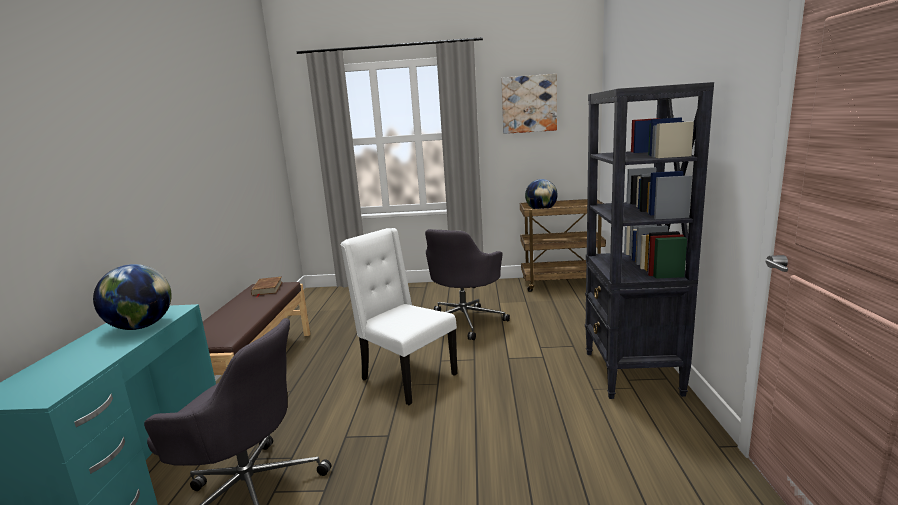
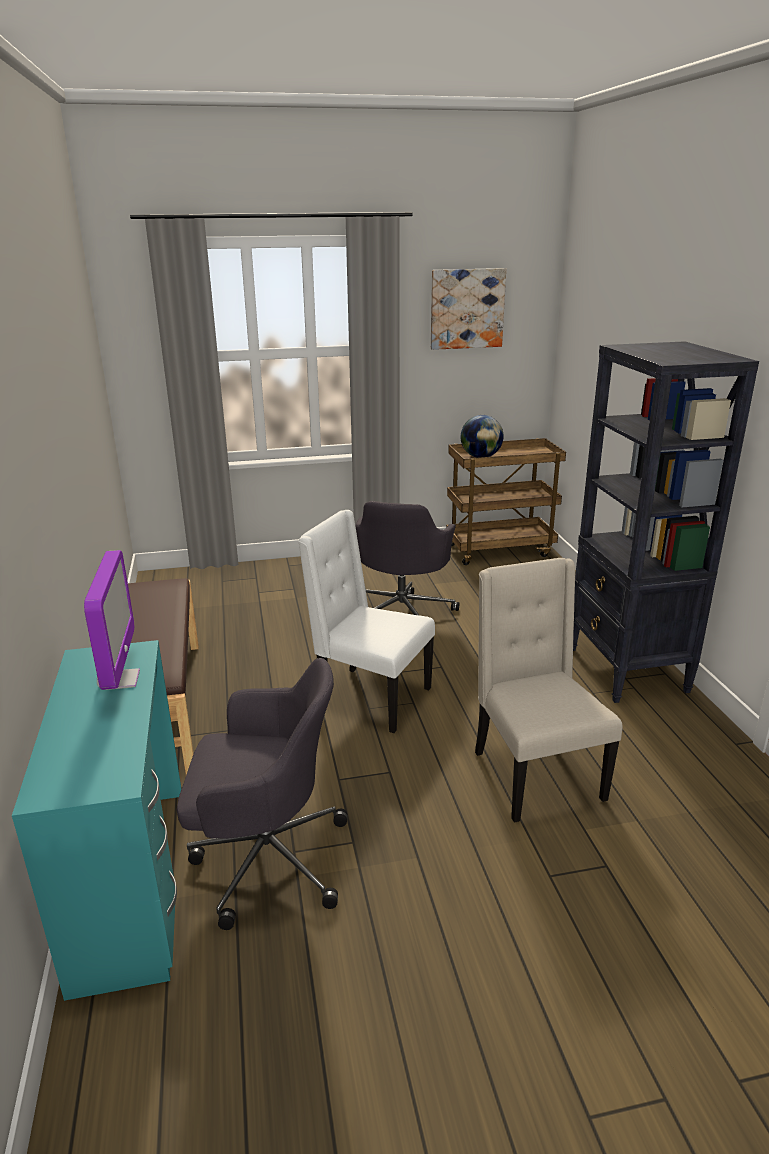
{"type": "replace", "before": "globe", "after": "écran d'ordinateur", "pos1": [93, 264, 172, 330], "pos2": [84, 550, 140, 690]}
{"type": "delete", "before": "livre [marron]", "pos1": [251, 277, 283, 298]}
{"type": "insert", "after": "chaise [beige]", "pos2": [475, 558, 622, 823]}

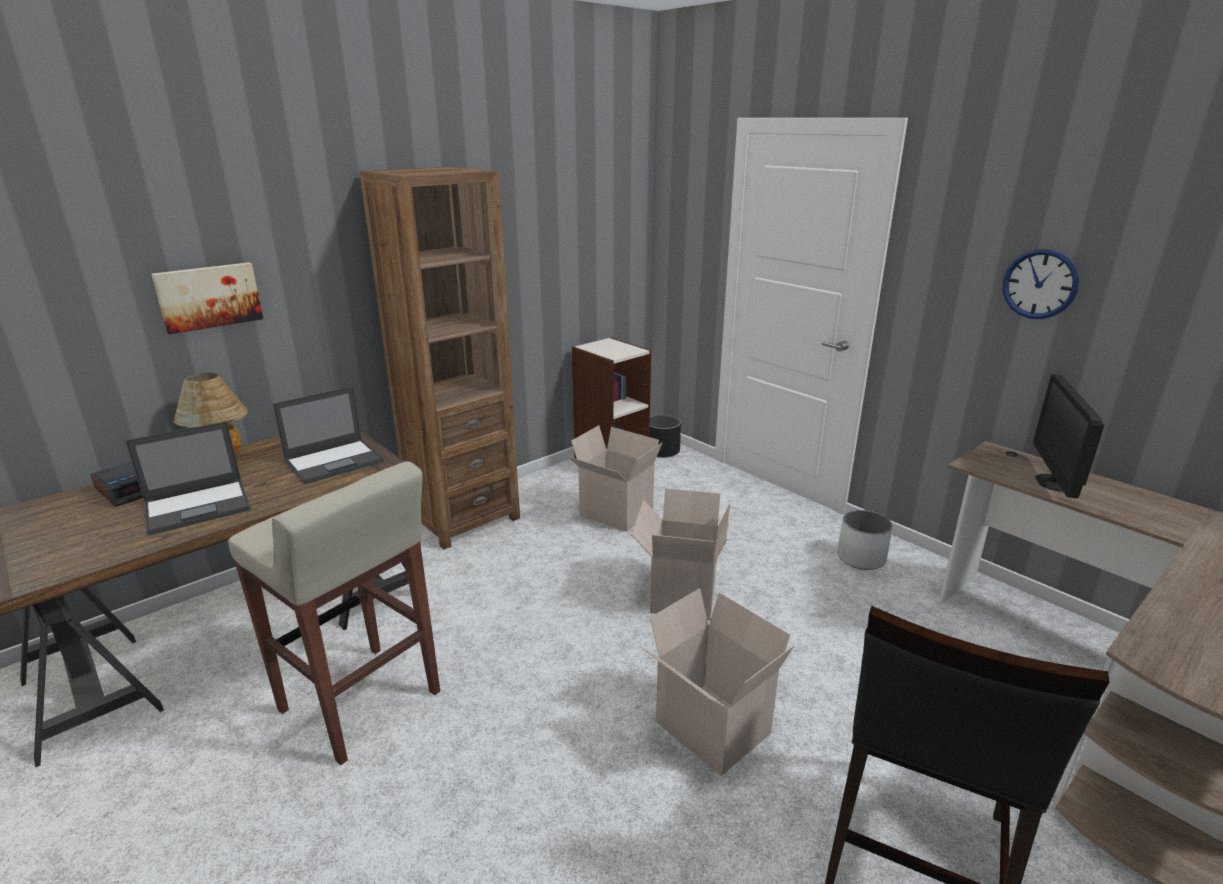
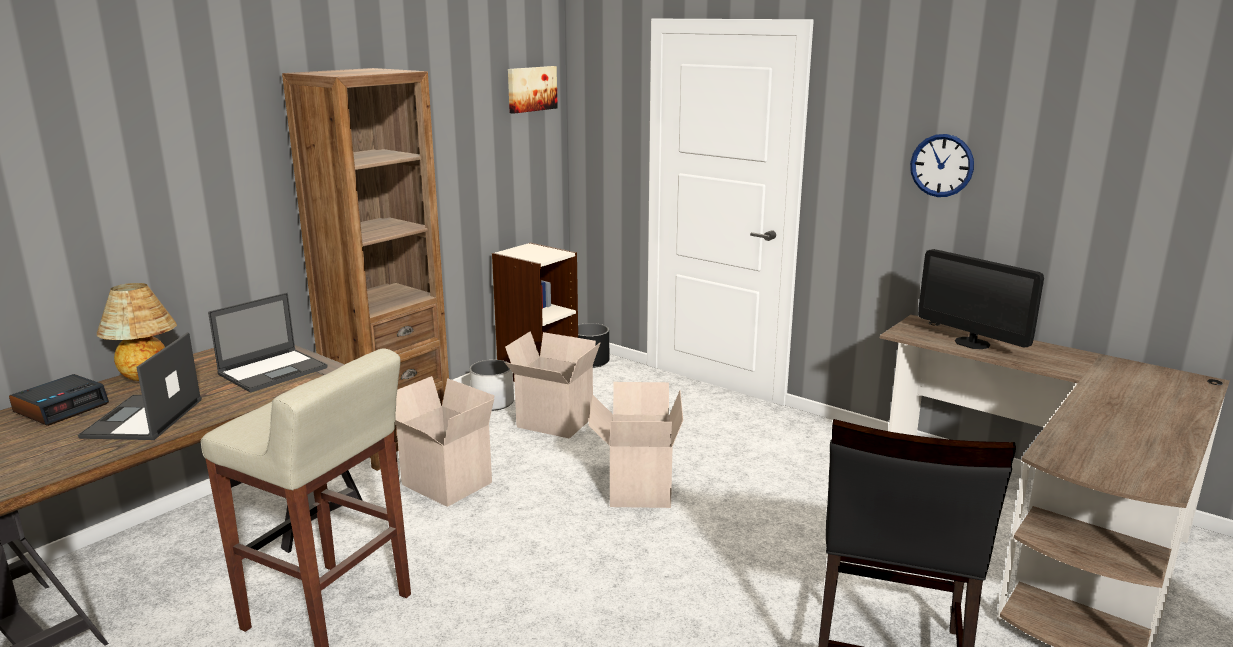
{"type": "move", "before": "tableau", "pos1": [152, 262, 263, 335], "pos2": [508, 66, 558, 114]}
{"type": "rotate", "before": "écran d'ordinateur", "pos1": [1033, 374, 1104, 498], "pos2": [918, 249, 1044, 349], "turn": -45}
{"type": "rotate", "before": "ordinateur portable", "pos1": [125, 421, 251, 535], "pos2": [78, 332, 202, 440], "turn": 135}
{"type": "move", "before": "cache-pot [blanc]", "pos1": [837, 510, 893, 570], "pos2": [470, 360, 514, 411]}
{"type": "move", "before": "carton", "pos1": [640, 588, 795, 776], "pos2": [395, 376, 495, 507]}

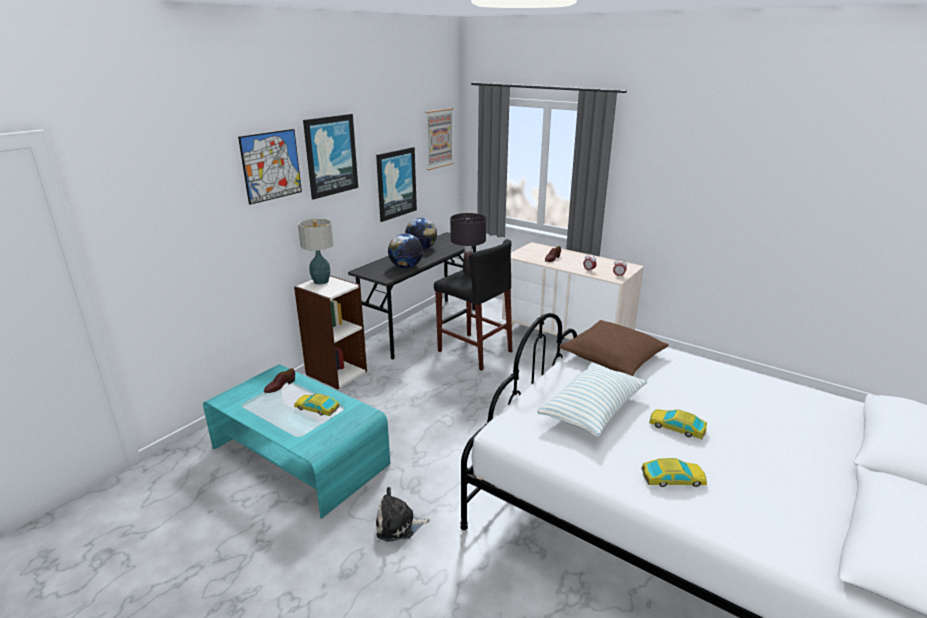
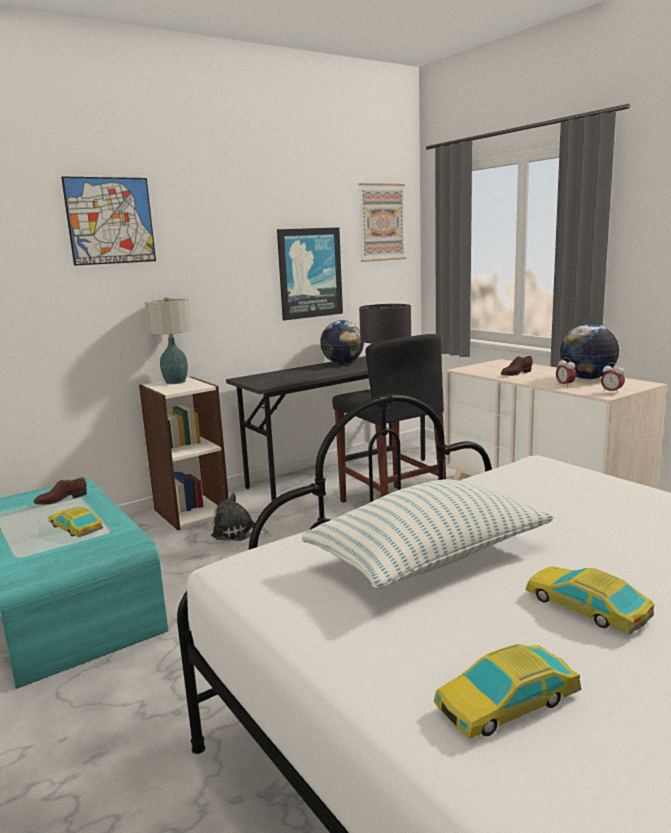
{"type": "delete", "before": "tableau", "pos1": [303, 114, 358, 200]}
{"type": "move", "before": "globe", "pos1": [388, 234, 423, 269], "pos2": [560, 324, 619, 379]}
{"type": "delete", "before": "coussin [marron]", "pos1": [559, 320, 669, 376]}
{"type": "rotate", "before": "petite voiture", "pos1": [641, 458, 707, 487], "pos2": [434, 644, 581, 739], "turn": 135}
{"type": "move", "before": "peluche", "pos1": [376, 487, 430, 542], "pos2": [211, 493, 269, 541]}

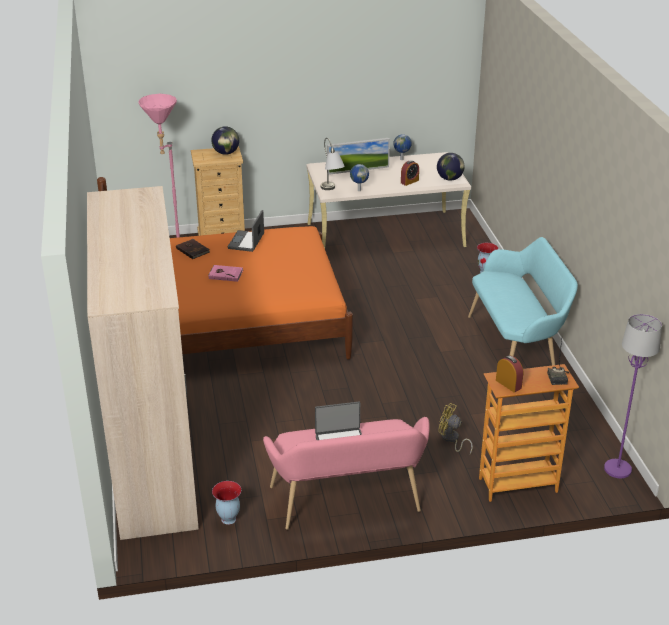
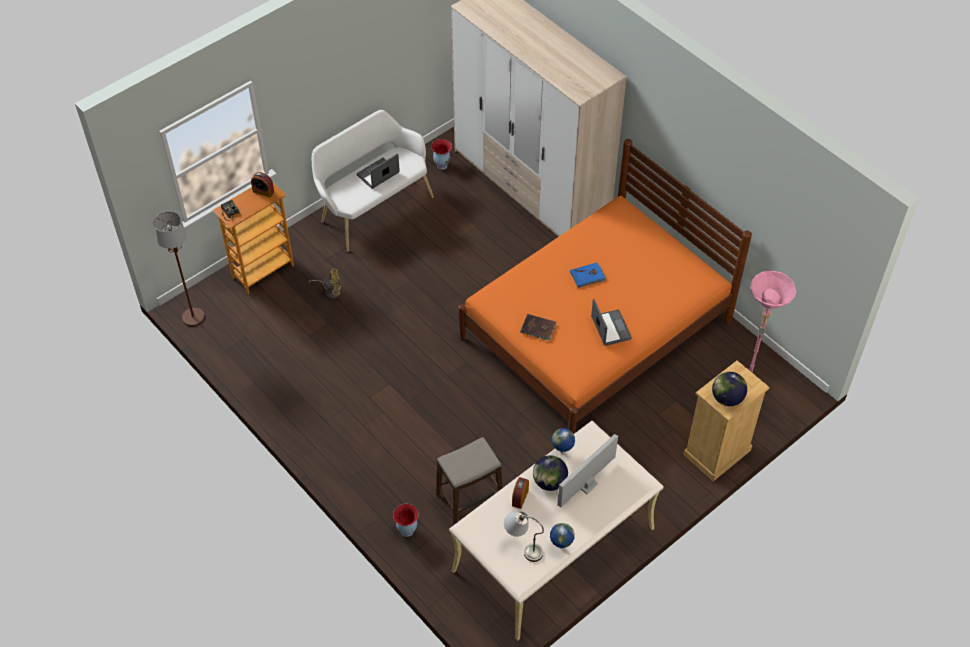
{"type": "move", "before": "lampe de table [gris]", "pos1": [320, 138, 345, 190], "pos2": [504, 512, 544, 562]}
{"type": "move", "before": "globe", "pos1": [437, 153, 465, 181], "pos2": [533, 455, 568, 491]}
{"type": "delete", "before": "banc [turquoise]", "pos1": [468, 237, 578, 365]}
{"type": "move", "before": "livre [marron]", "pos1": [176, 239, 210, 259], "pos2": [520, 314, 556, 341]}
{"type": "recolor", "before": "livre [rose]", "after": "livre [bleu]", "pos1": [208, 265, 243, 282], "pos2": [570, 262, 606, 288]}
{"type": "recolor", "before": "lampadaire [violet]", "after": "lampadaire [marron]", "pos1": [604, 314, 662, 478], "pos2": [153, 212, 205, 326]}
{"type": "recolor", "before": "banc [rose]", "after": "banc [blanc]", "pos1": [263, 417, 430, 530], "pos2": [312, 110, 434, 252]}
{"type": "insert", "after": "tabouret", "pos2": [436, 437, 502, 524]}

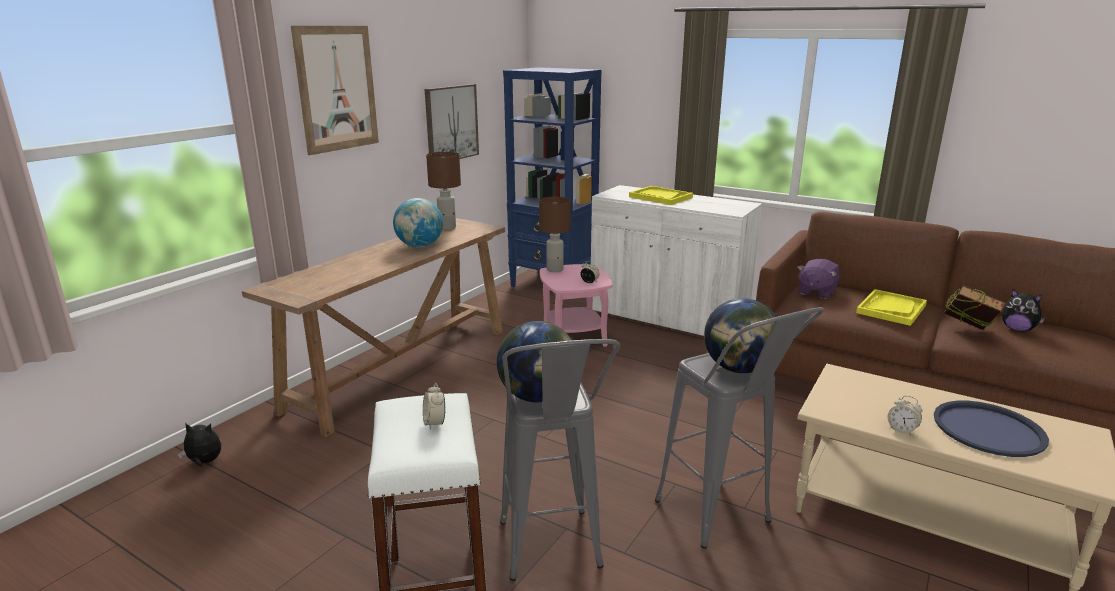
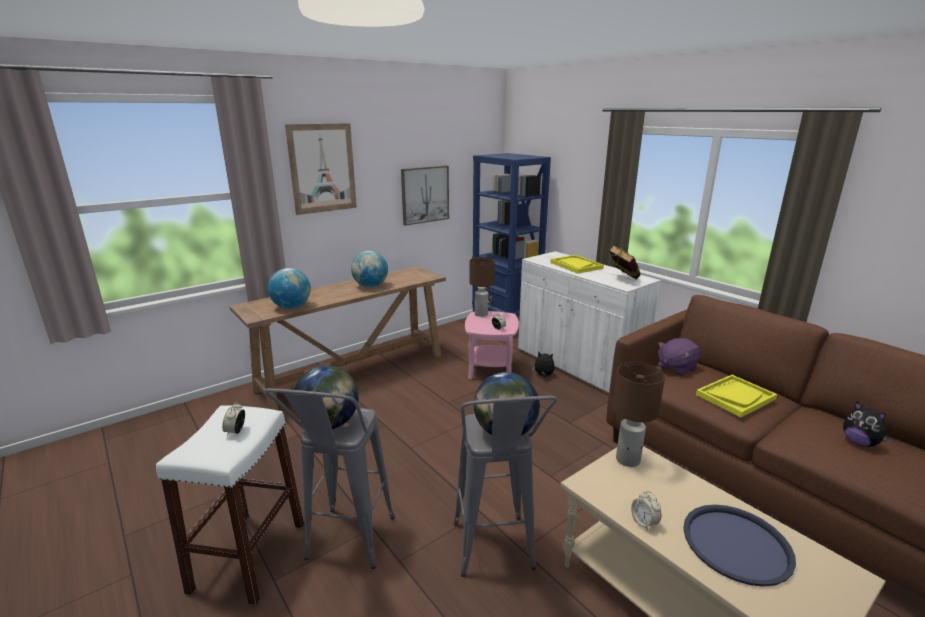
{"type": "move", "before": "lampe de table [marron]", "pos1": [426, 152, 461, 230], "pos2": [612, 362, 665, 467]}
{"type": "move", "before": "livre", "pos1": [944, 285, 1006, 330], "pos2": [609, 245, 641, 279]}
{"type": "move", "before": "peluche", "pos1": [178, 424, 221, 467], "pos2": [532, 351, 555, 377]}
{"type": "insert", "after": "globe", "pos2": [268, 268, 311, 309]}

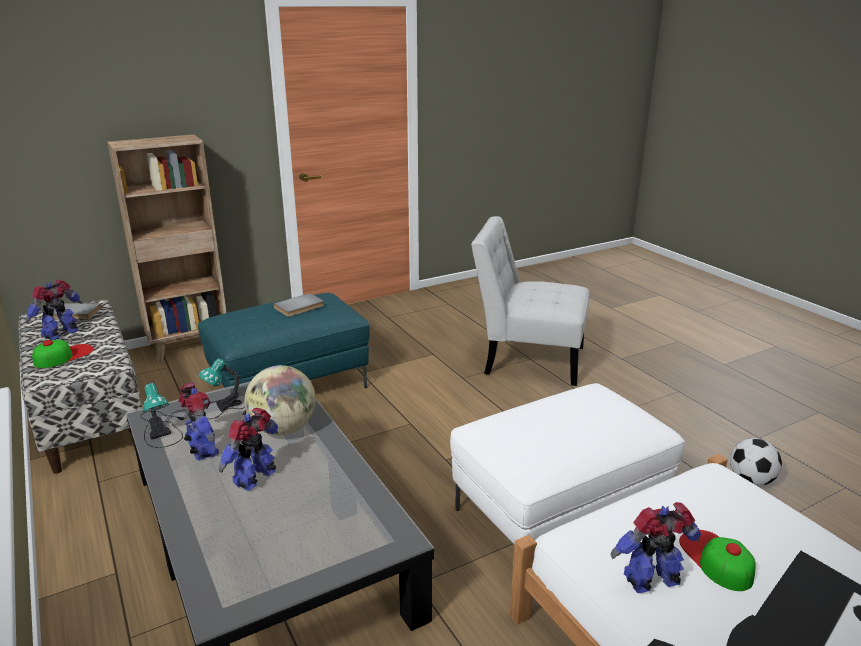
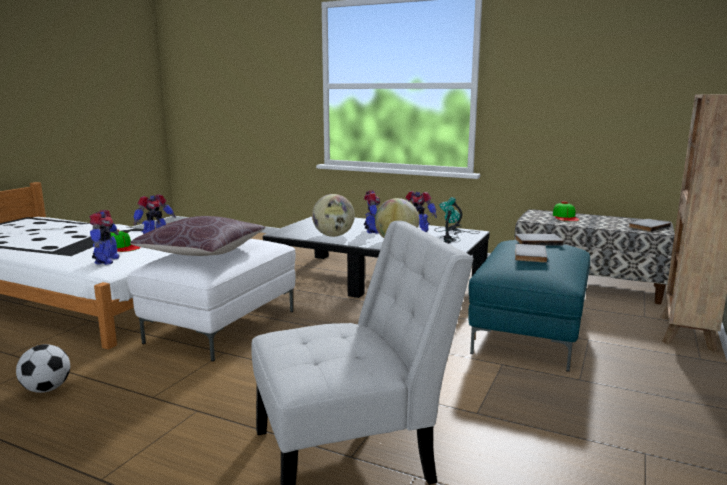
{"type": "move", "before": "robot jouet", "pos1": [26, 280, 82, 340], "pos2": [90, 210, 120, 265]}
{"type": "insert", "after": "globe", "pos2": [312, 194, 355, 237]}
{"type": "insert", "after": "coussin [marron]", "pos2": [130, 216, 266, 256]}
{"type": "insert", "after": "livre [gris]", "pos2": [515, 234, 564, 245]}

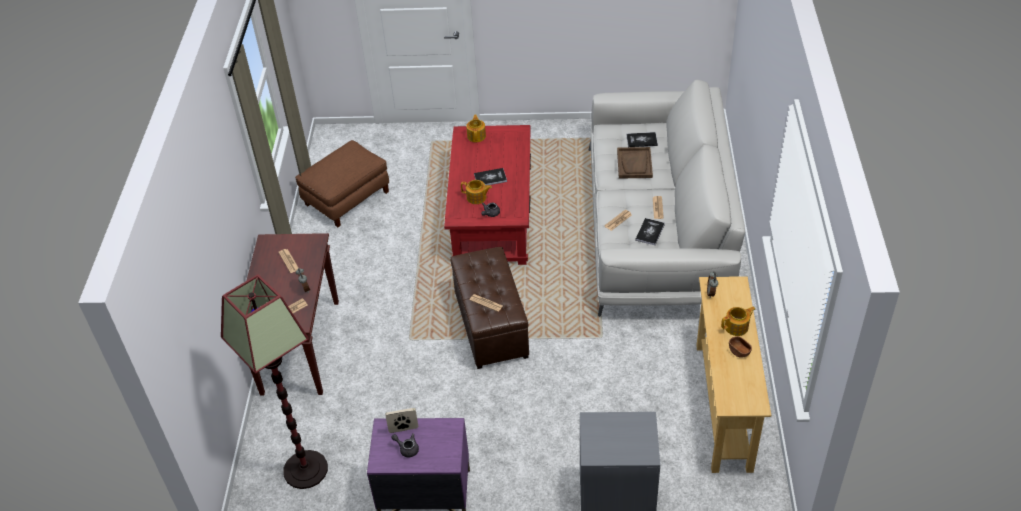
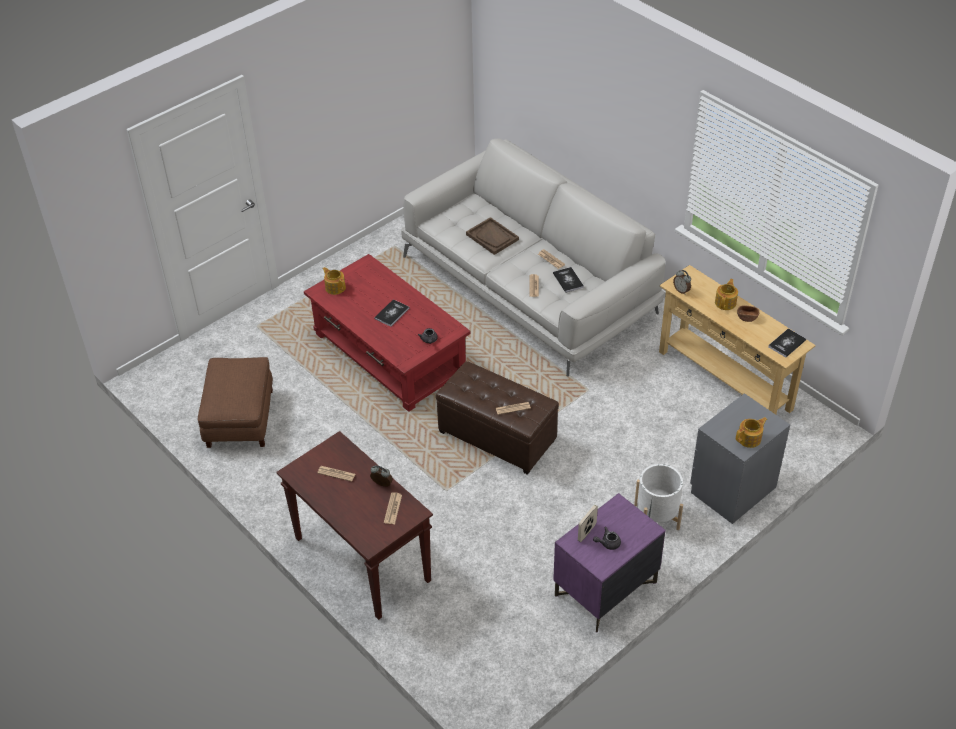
{"type": "move", "before": "livre", "pos1": [626, 132, 658, 147], "pos2": [768, 328, 806, 358]}
{"type": "move", "before": "théière", "pos1": [461, 180, 492, 204], "pos2": [736, 417, 767, 448]}
{"type": "delete", "before": "lampadaire", "pos1": [221, 274, 328, 489]}
{"type": "insert", "after": "cache-pot [blanc]", "pos2": [634, 464, 683, 530]}

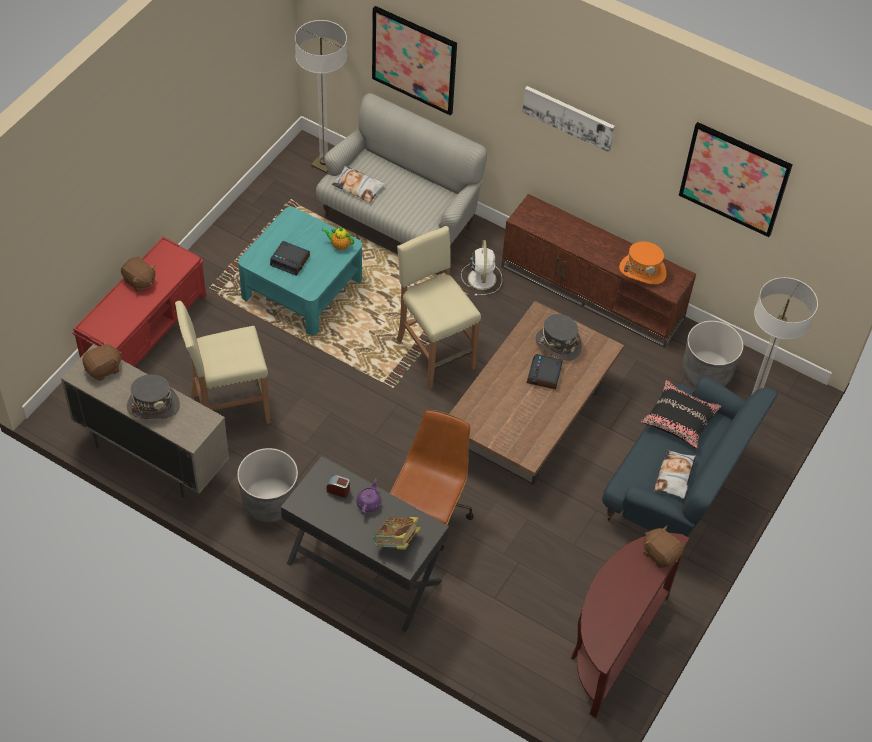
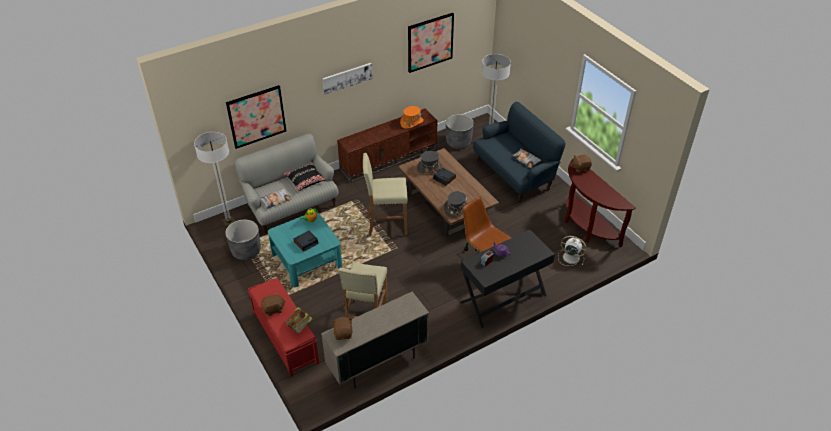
{"type": "move", "before": "ventilateur [blanc]", "pos1": [461, 240, 502, 296], "pos2": [558, 236, 587, 266]}
{"type": "move", "before": "chapeau [gris]", "pos1": [127, 374, 180, 419], "pos2": [444, 191, 467, 218]}
{"type": "move", "before": "coussin [noir]", "pos1": [641, 380, 721, 449], "pos2": [284, 162, 327, 191]}
{"type": "move", "before": "cache-pot [gris]", "pos1": [237, 448, 298, 522], "pos2": [225, 220, 261, 260]}
{"type": "move", "before": "livre", "pos1": [373, 517, 421, 550], "pos2": [286, 307, 313, 333]}

